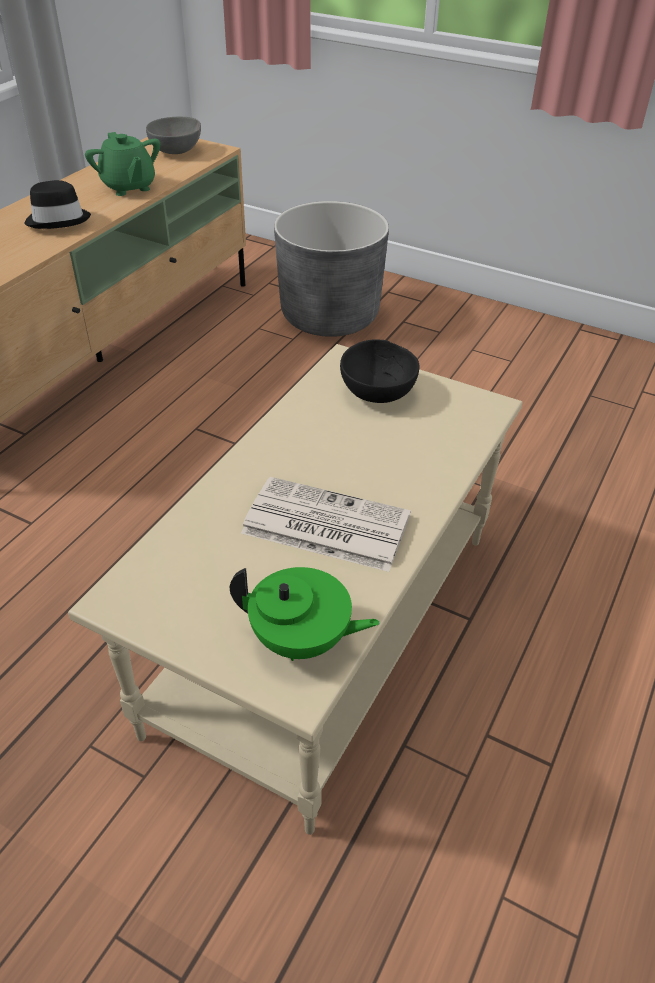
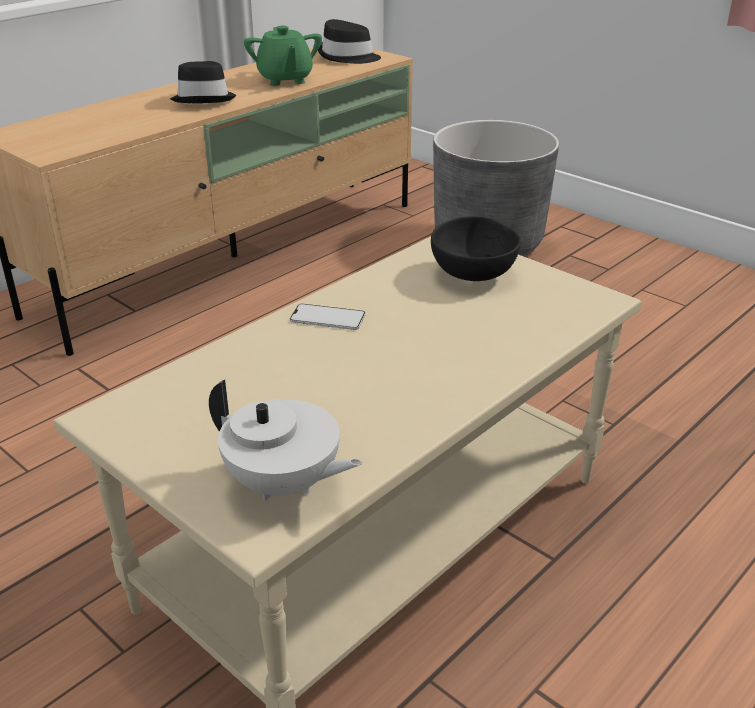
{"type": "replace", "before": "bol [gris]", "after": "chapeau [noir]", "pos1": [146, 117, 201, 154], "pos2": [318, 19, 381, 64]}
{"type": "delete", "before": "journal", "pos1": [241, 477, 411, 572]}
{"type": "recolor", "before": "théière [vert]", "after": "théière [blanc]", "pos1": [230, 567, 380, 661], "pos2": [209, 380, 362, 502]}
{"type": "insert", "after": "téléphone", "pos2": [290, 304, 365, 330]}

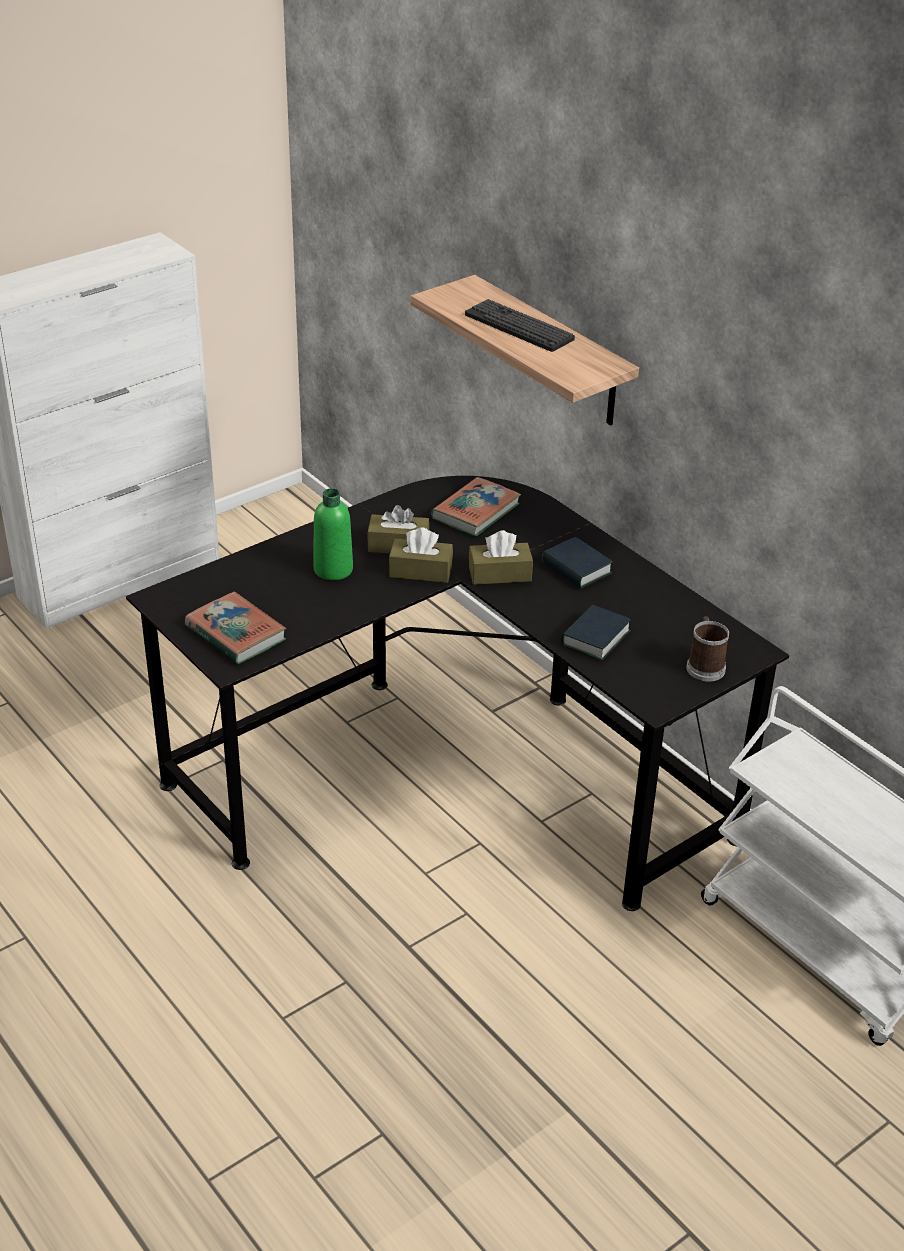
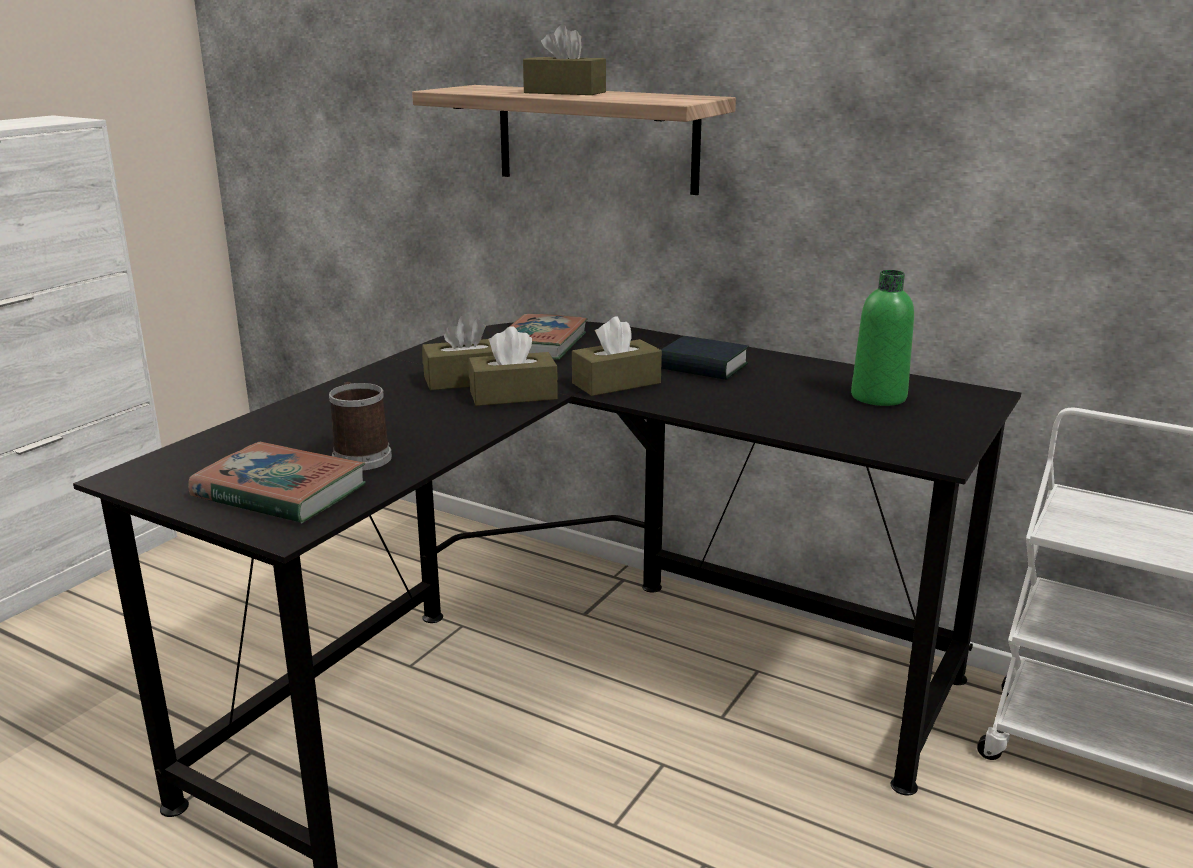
{"type": "replace", "before": "clavier", "after": "boîte à mouchoirs [marron]", "pos1": [465, 299, 575, 352], "pos2": [523, 25, 606, 95]}
{"type": "move", "before": "bouteille [vert]", "pos1": [313, 488, 353, 580], "pos2": [851, 270, 914, 406]}
{"type": "delete", "before": "livre", "pos1": [561, 604, 631, 661]}
{"type": "move", "before": "mug", "pos1": [686, 616, 730, 682], "pos2": [329, 382, 392, 470]}

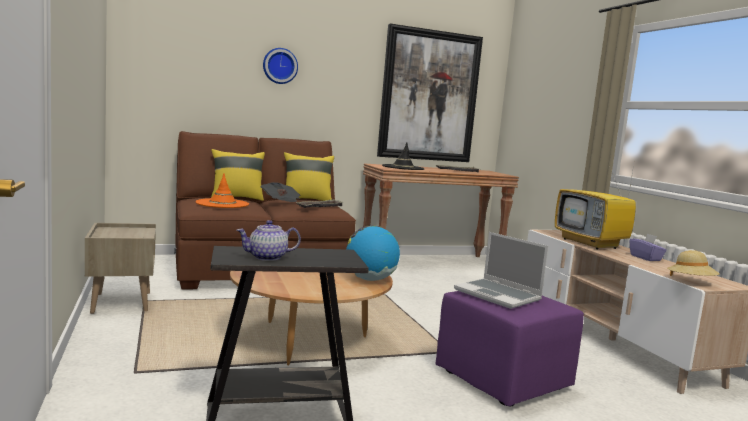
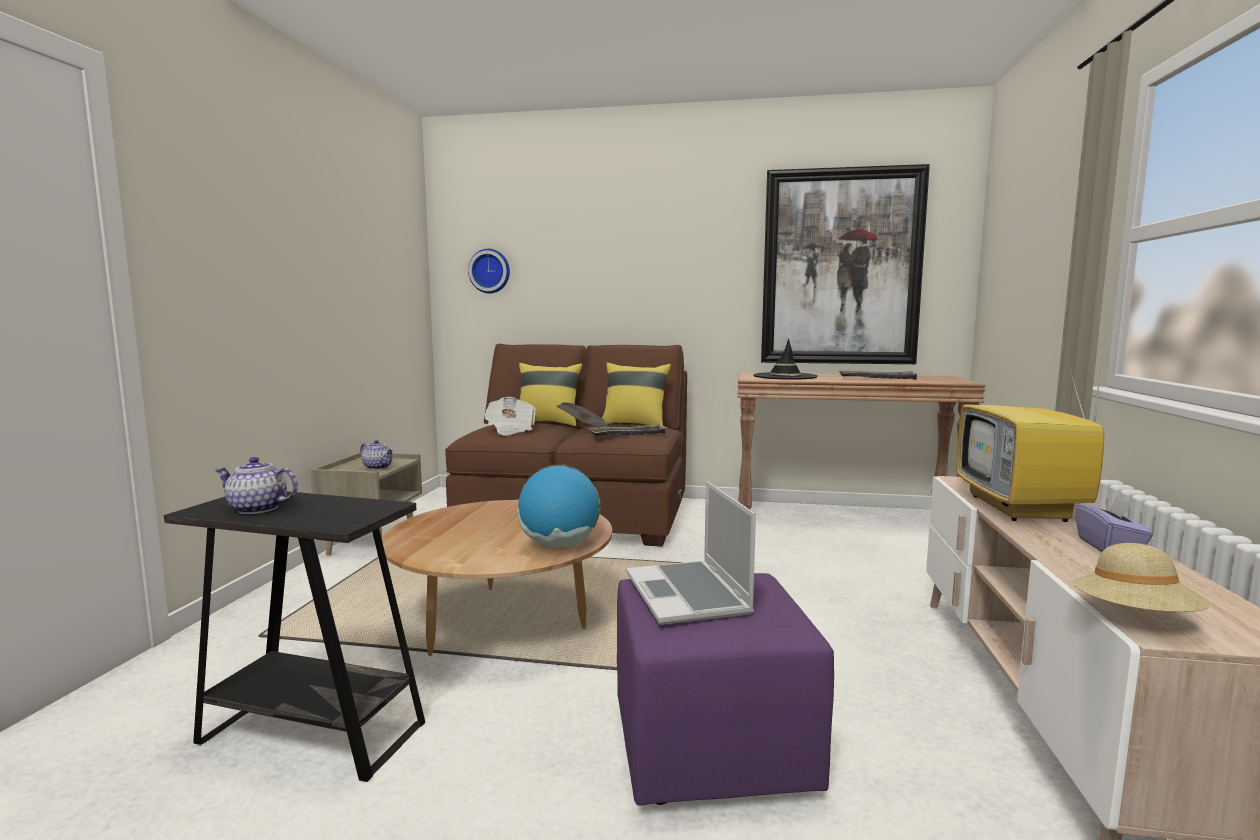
{"type": "move", "before": "horloge murale", "pos1": [263, 48, 298, 84], "pos2": [468, 249, 510, 293]}
{"type": "replace", "before": "chapeau [orange]", "after": "journal", "pos1": [195, 173, 249, 208], "pos2": [484, 397, 536, 435]}
{"type": "insert", "after": "théière", "pos2": [360, 440, 394, 470]}

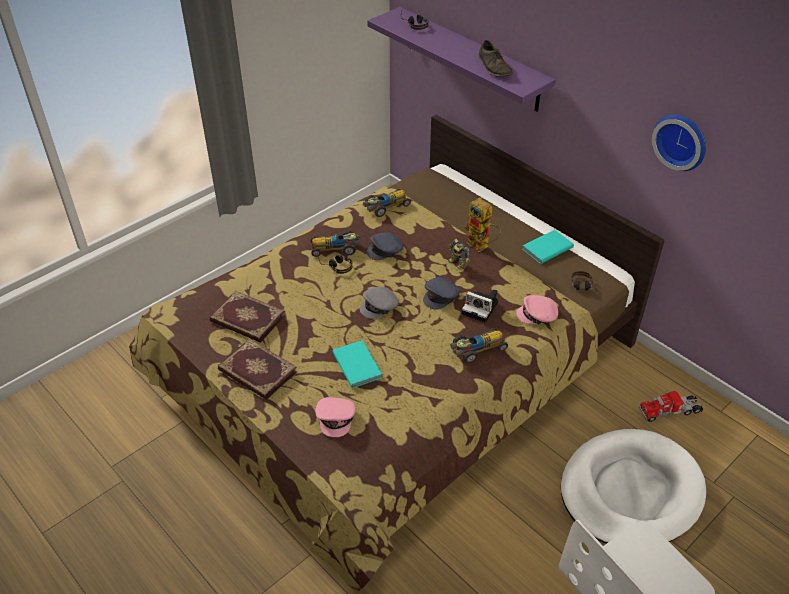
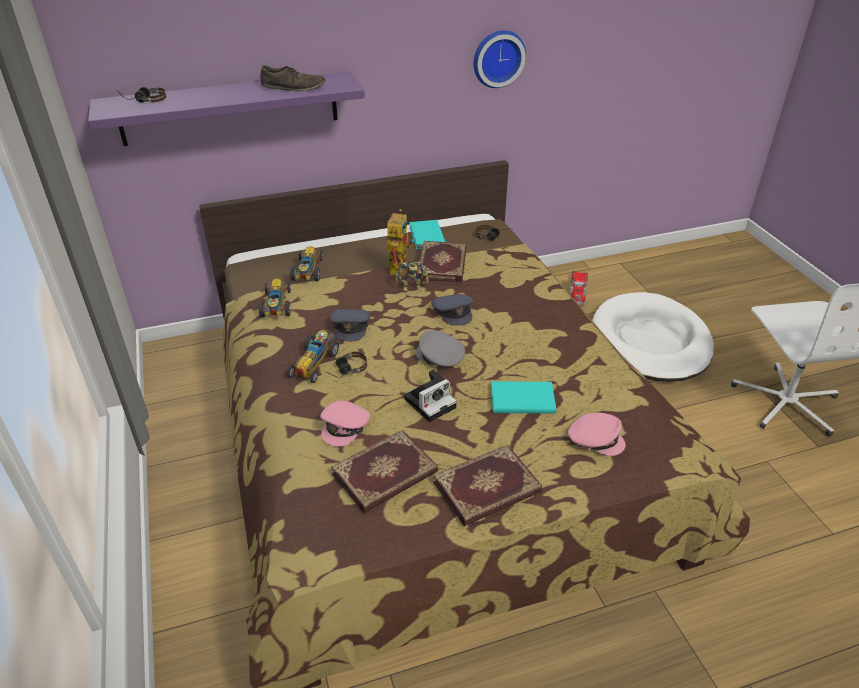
{"type": "rotate", "before": "robot jouet", "pos1": [464, 197, 501, 252], "pos2": [386, 209, 414, 276], "turn": -60}
{"type": "rotate", "before": "casquette [gris]", "pos1": [360, 287, 399, 319], "pos2": [416, 330, 465, 367], "turn": 135}
{"type": "move", "before": "appareil photo", "pos1": [462, 289, 498, 323], "pos2": [404, 370, 457, 422]}
{"type": "move", "before": "casquette [rose]", "pos1": [516, 295, 558, 324], "pos2": [320, 401, 370, 447]}
{"type": "move", "before": "petite voiture", "pos1": [451, 328, 508, 363], "pos2": [290, 246, 323, 281]}
{"type": "insert", "after": "livre", "pos2": [417, 241, 466, 282]}

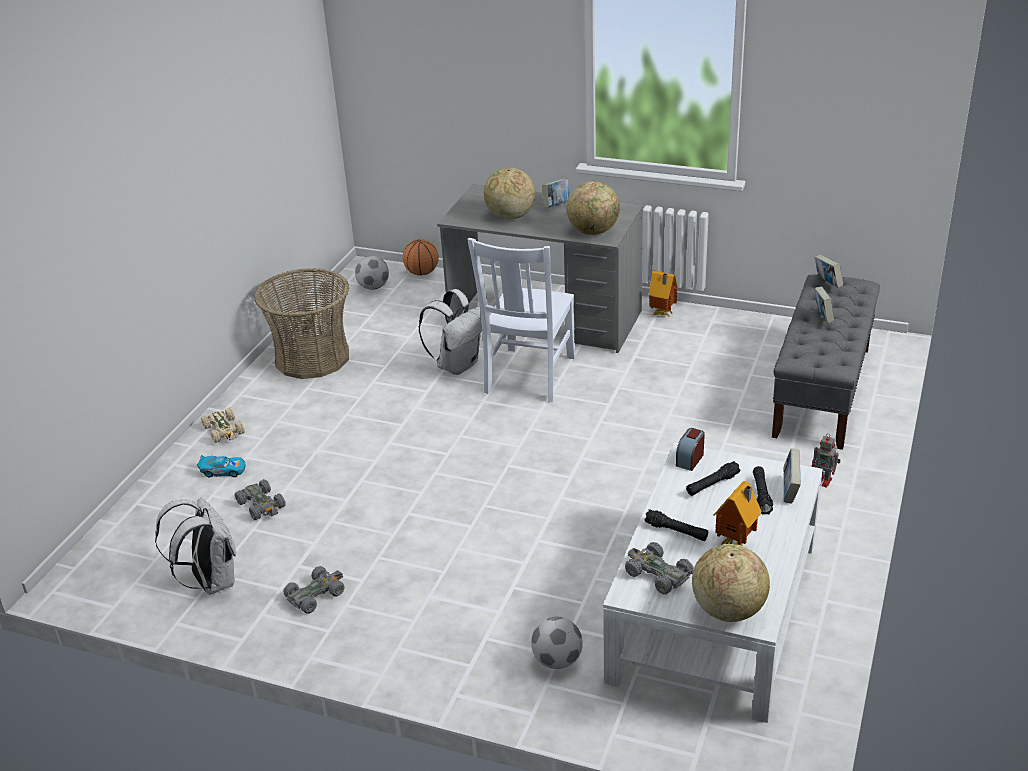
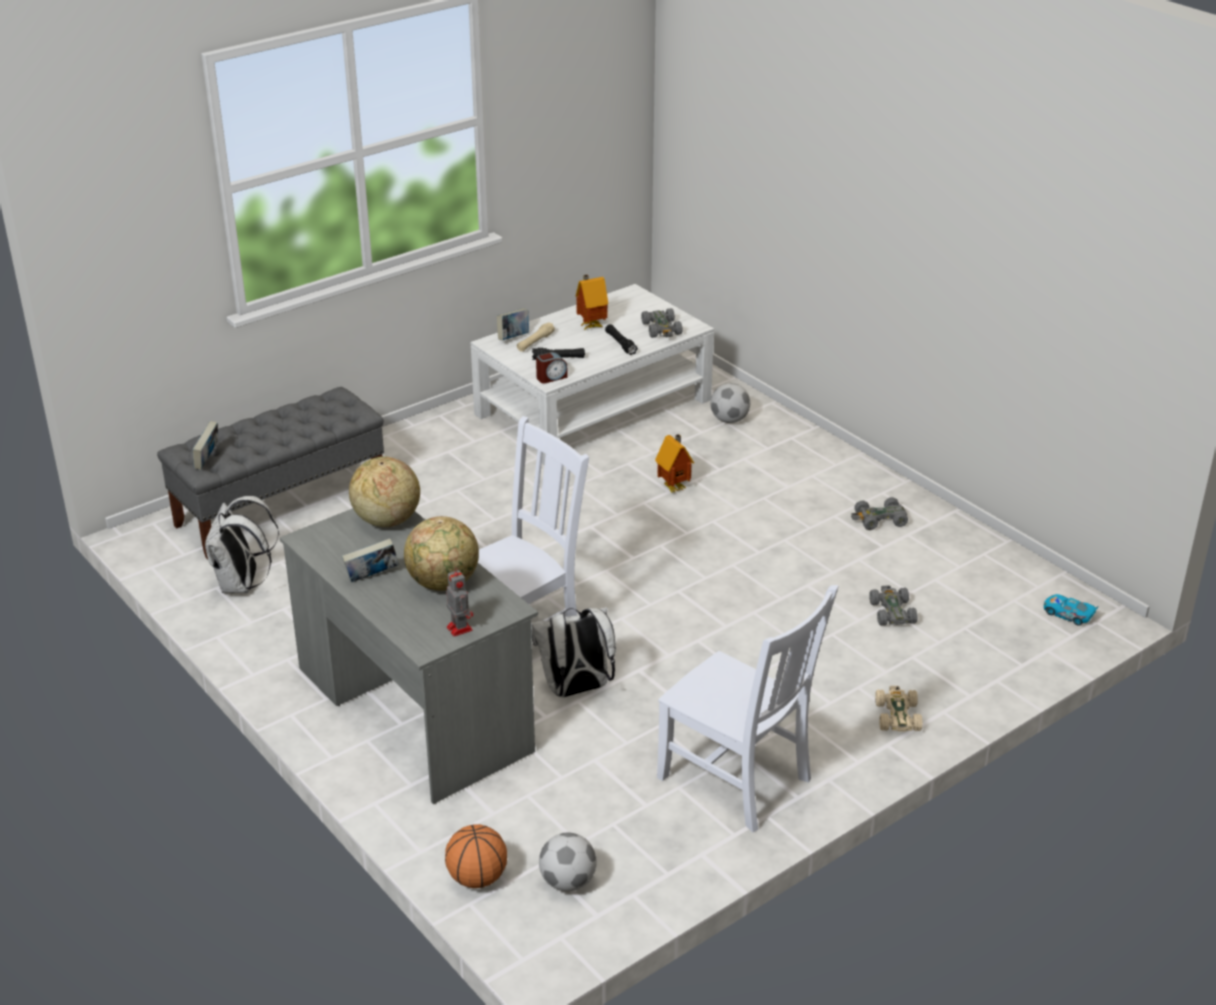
{"type": "replace", "before": "panier", "after": "chaise [blanc]", "pos1": [254, 268, 349, 379], "pos2": [657, 585, 839, 832]}
{"type": "move", "before": "maison miniature", "pos1": [649, 271, 678, 317], "pos2": [655, 434, 694, 493]}
{"type": "delete", "before": "livre", "pos1": [815, 286, 834, 323]}
{"type": "move", "before": "robot jouet", "pos1": [811, 433, 841, 488], "pos2": [446, 568, 473, 637]}
{"type": "move", "before": "petite voiture", "pos1": [197, 455, 245, 477], "pos2": [1044, 594, 1099, 626]}
{"type": "recolor", "before": "lampe de poche [noir]", "after": "lampe de poche [beige]", "pos1": [753, 466, 773, 514], "pos2": [517, 322, 555, 352]}
{"type": "move", "before": "sac à dos [blanc]", "pos1": [155, 498, 236, 595], "pos2": [205, 496, 279, 593]}
{"type": "delete", "before": "globe", "pos1": [692, 544, 770, 622]}

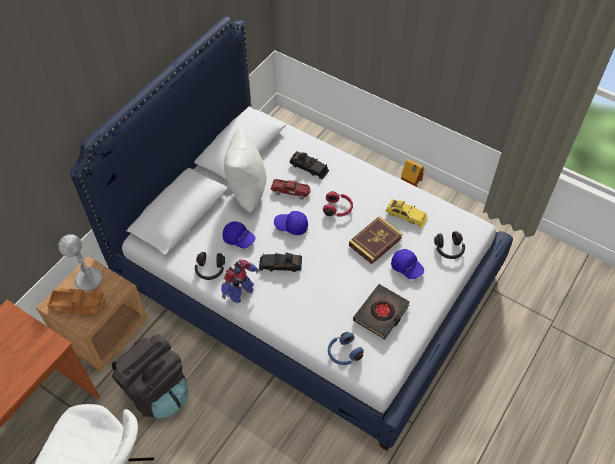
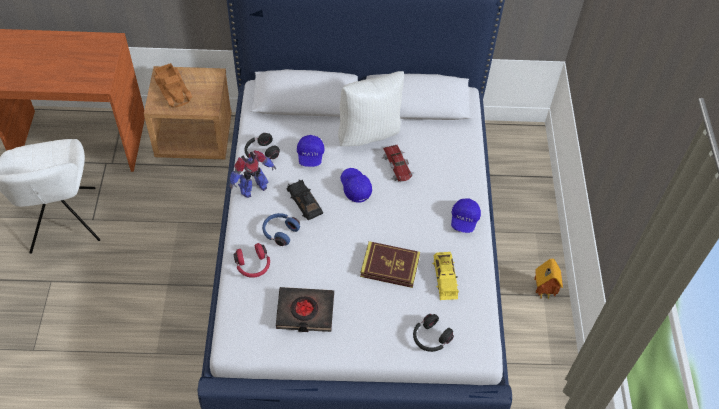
{"type": "delete", "before": "petite voiture [noir]", "pos1": [289, 151, 330, 179]}
{"type": "move", "before": "casque audio [rouge]", "pos1": [323, 191, 353, 217], "pos2": [234, 243, 270, 278]}
{"type": "delete", "before": "lampe de table [blanc]", "pos1": [58, 234, 102, 290]}
{"type": "move", "before": "casquette [bleu]", "pos1": [391, 249, 424, 279], "pos2": [451, 199, 481, 233]}
{"type": "rotate", "before": "robot jouet", "pos1": [221, 260, 259, 303], "pos2": [230, 150, 276, 198], "turn": -45}
{"type": "move", "before": "casque audio [bleu]", "pos1": [328, 332, 364, 365], "pos2": [262, 213, 300, 246]}
{"type": "delete", "before": "sac à dos [noir]", "pos1": [112, 334, 188, 418]}

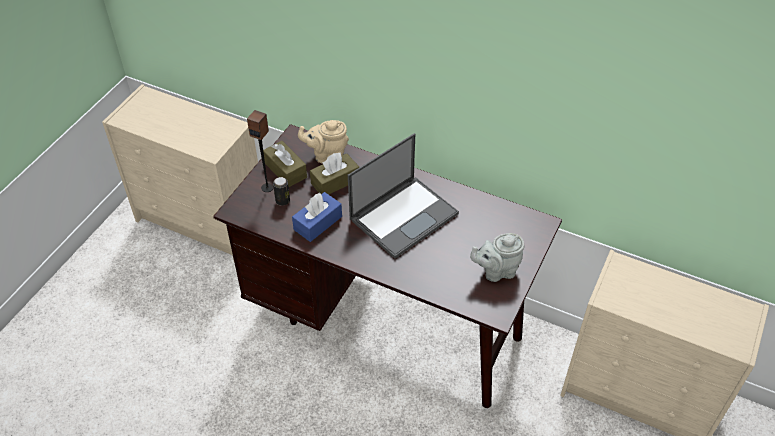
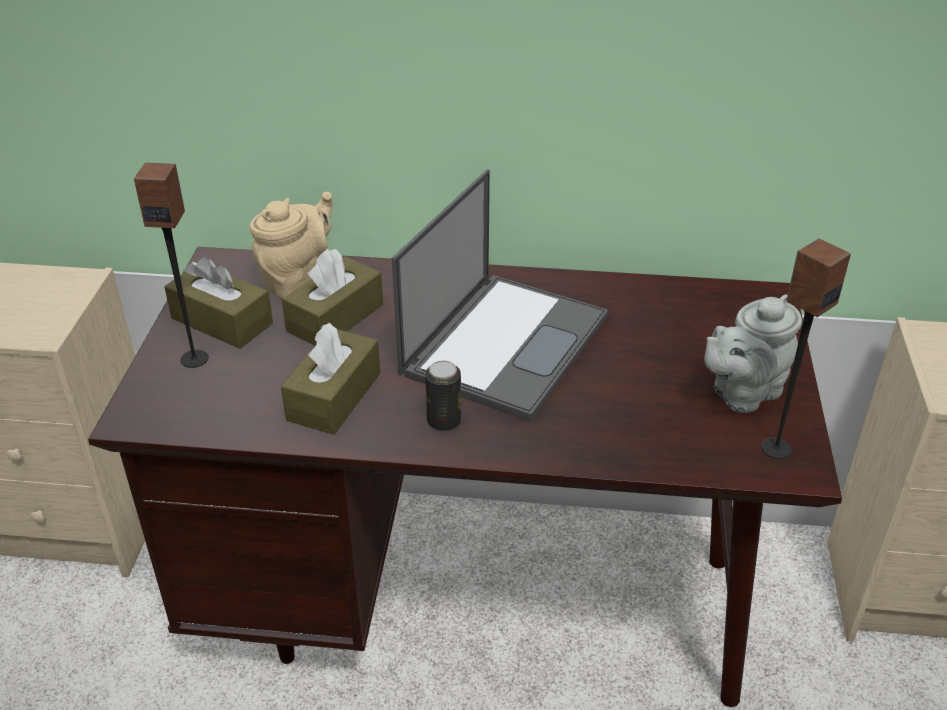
{"type": "rotate", "before": "théière [beige]", "pos1": [298, 120, 349, 163], "pos2": [250, 192, 333, 299], "turn": 150}
{"type": "move", "before": "boîte métallique", "pos1": [273, 177, 290, 206], "pos2": [425, 361, 461, 431]}
{"type": "recolor", "before": "boîte à mouchoirs [bleu]", "after": "boîte à mouchoirs [marron]", "pos1": [292, 192, 342, 242], "pos2": [281, 323, 380, 435]}
{"type": "insert", "after": "enceinte", "pos2": [761, 238, 851, 459]}

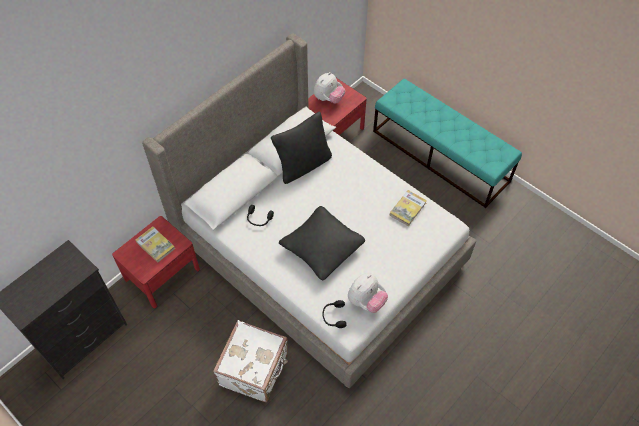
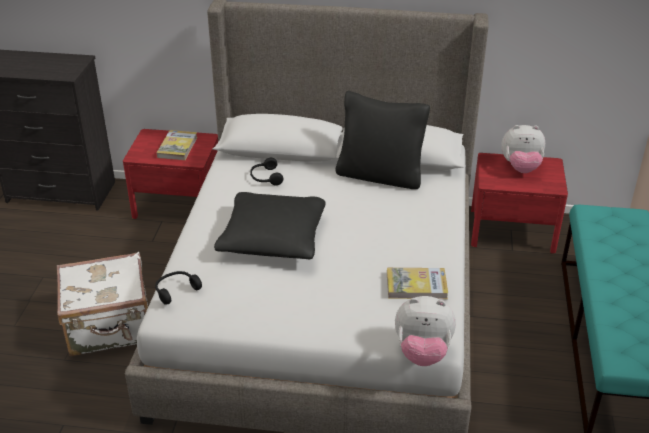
{"type": "move", "before": "peluche", "pos1": [348, 273, 388, 313], "pos2": [395, 296, 456, 366]}

